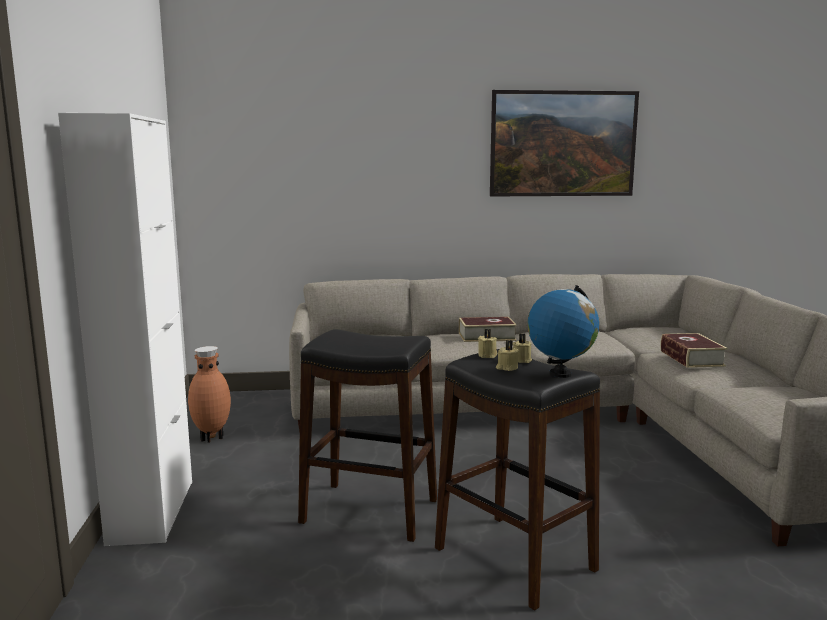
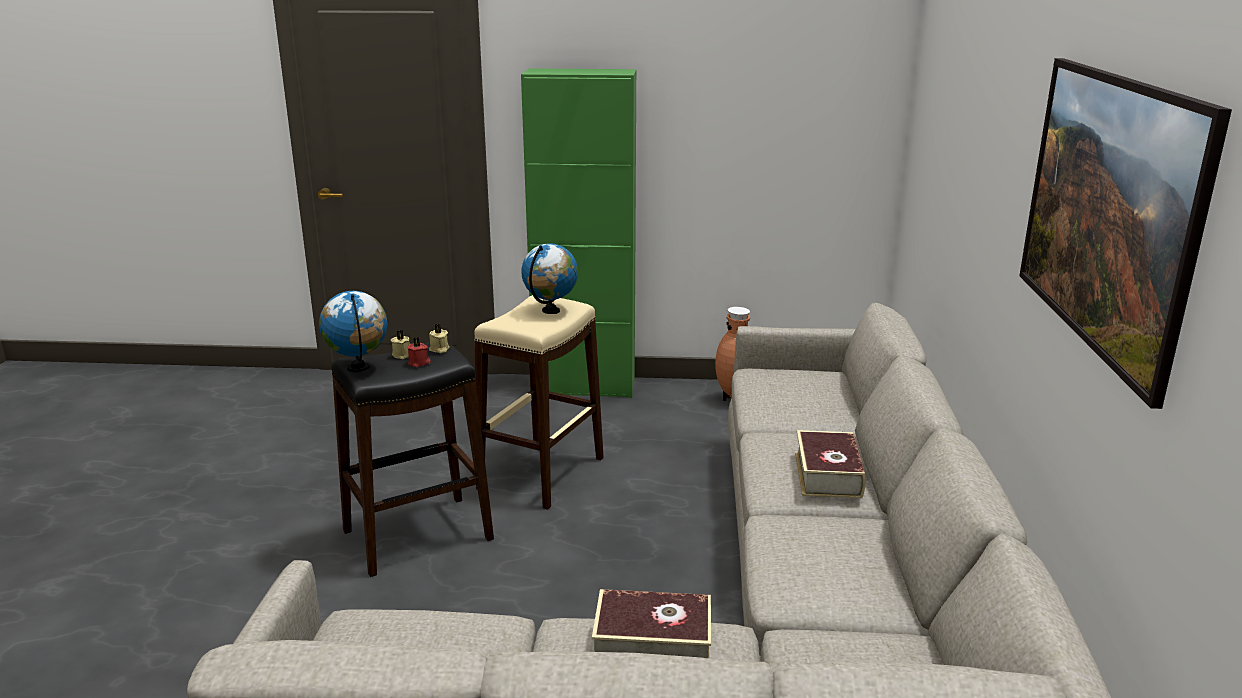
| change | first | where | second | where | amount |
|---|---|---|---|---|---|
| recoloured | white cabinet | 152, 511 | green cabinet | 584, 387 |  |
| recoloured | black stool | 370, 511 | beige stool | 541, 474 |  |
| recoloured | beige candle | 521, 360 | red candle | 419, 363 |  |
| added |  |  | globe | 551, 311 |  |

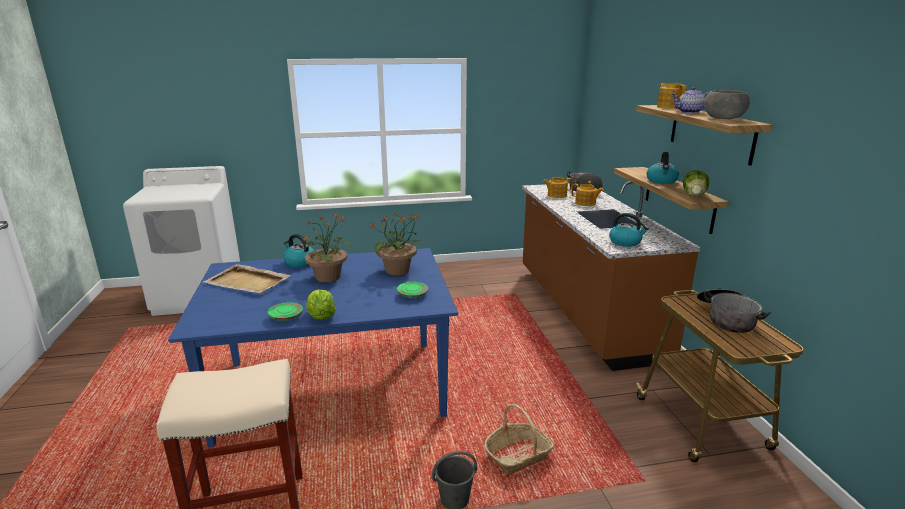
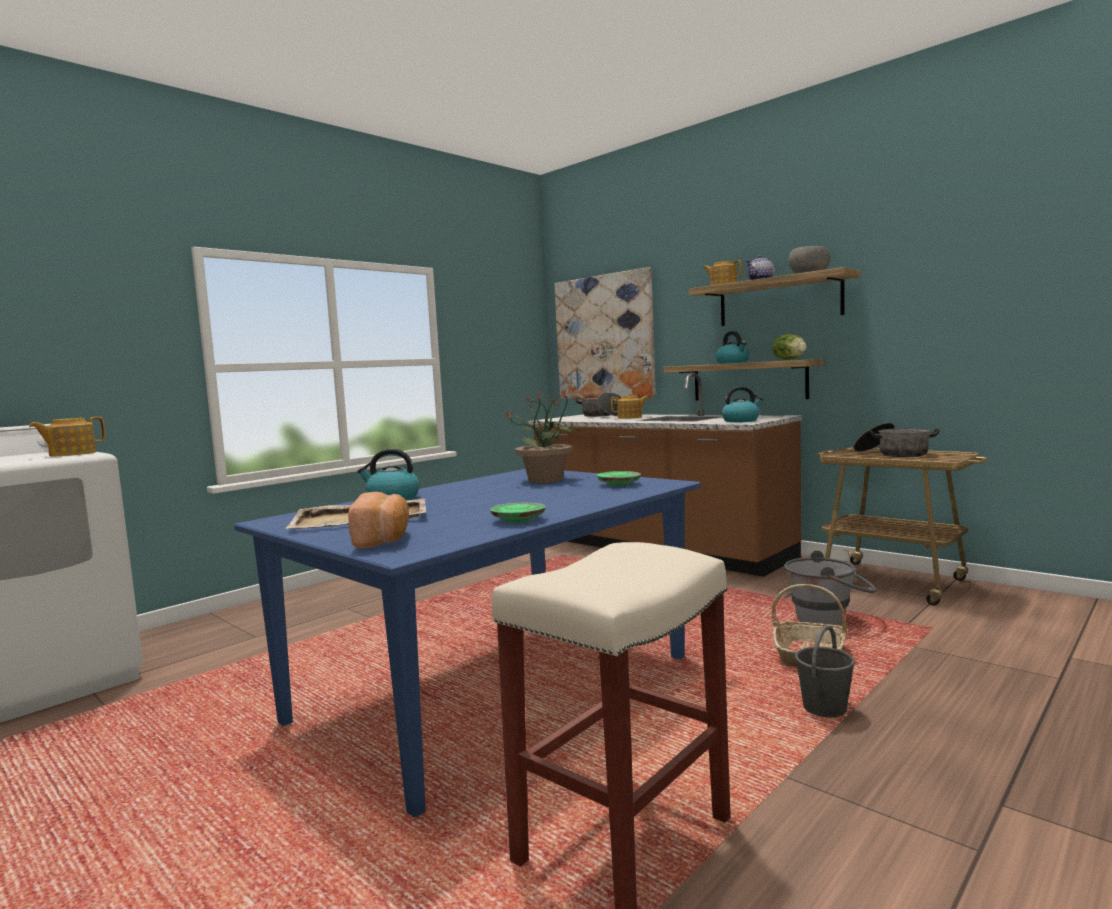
| change | first | where | second | where | amount |
|---|---|---|---|---|---|
| moved | teapot | 556, 195 |  | 71, 454 |  |
| removed | potted plant | 328, 277 |  |  |  |
| removed | lettuce | 321, 316 |  |  |  |
| added |  |  | picture | 604, 337 |  |
| added |  |  | bread | 383, 540 |  |
| added |  |  | grey bucket | 830, 620 |  |

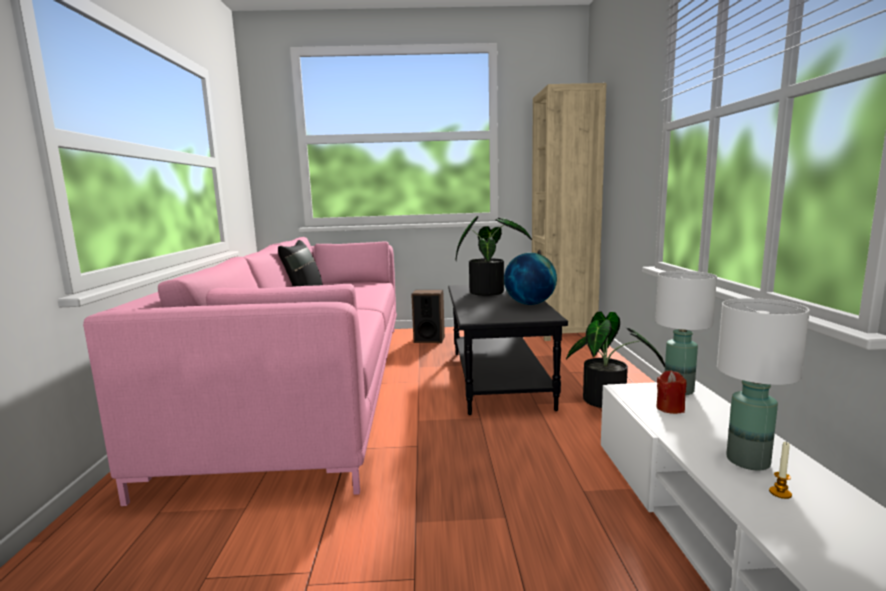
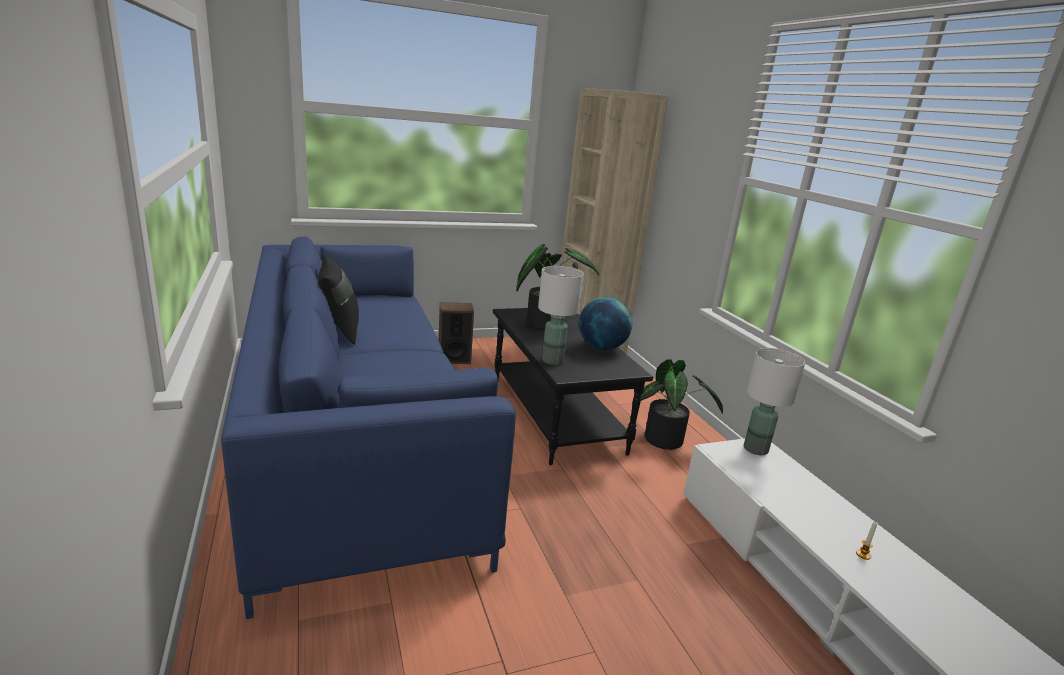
| change | first | where | second | where | amount |
|---|---|---|---|---|---|
| recoloured | pink sofa | 310, 385 | blue sofa | 355, 432 |  |
| moved | white table lamp | 749, 461 |  | 553, 361 |  |
| removed | red candle | 670, 408 |  |  |  |

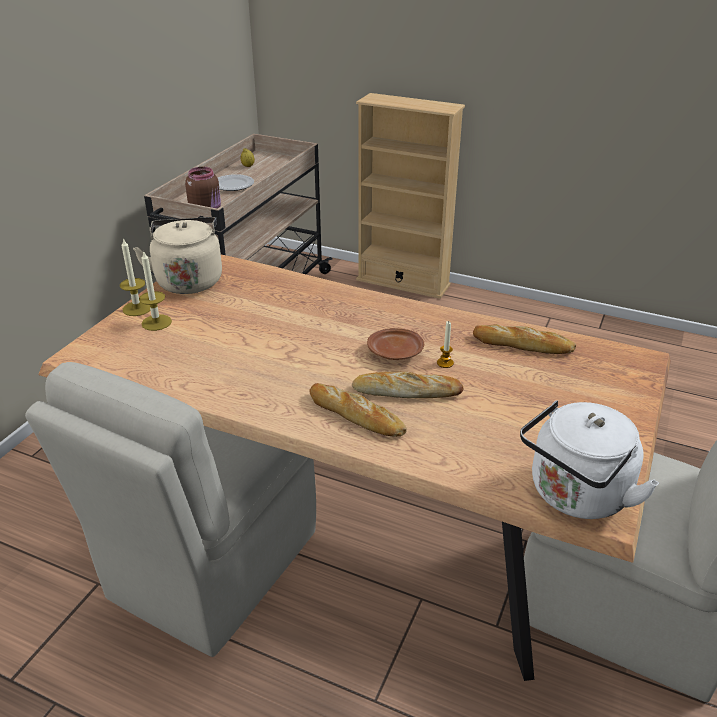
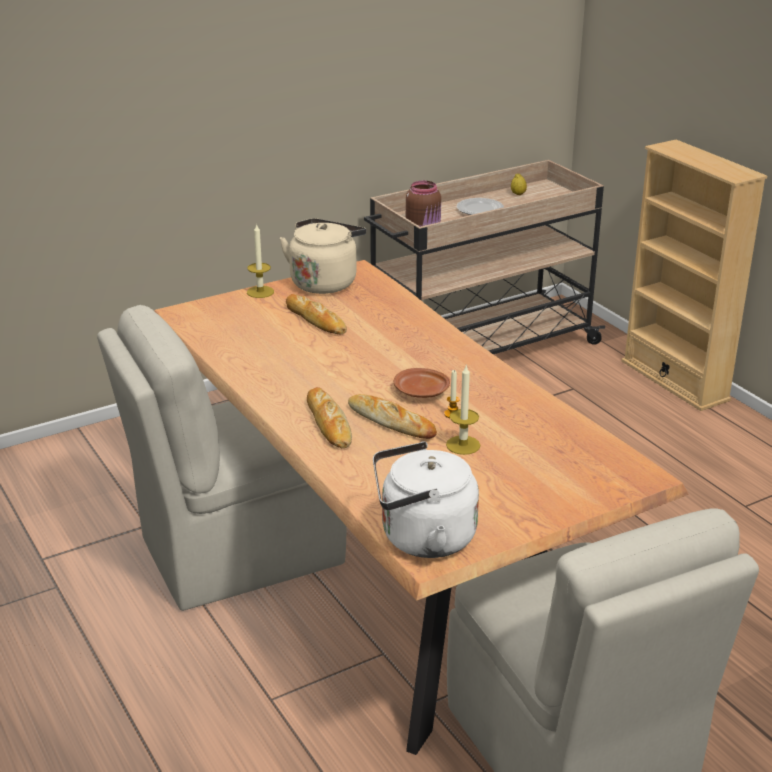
| change | first | where | second | where | amount |
|---|---|---|---|---|---|
| moved | candle | 156, 322 |  | 463, 445 |  |
| moved | bread | 523, 345 |  | 315, 319 |  |

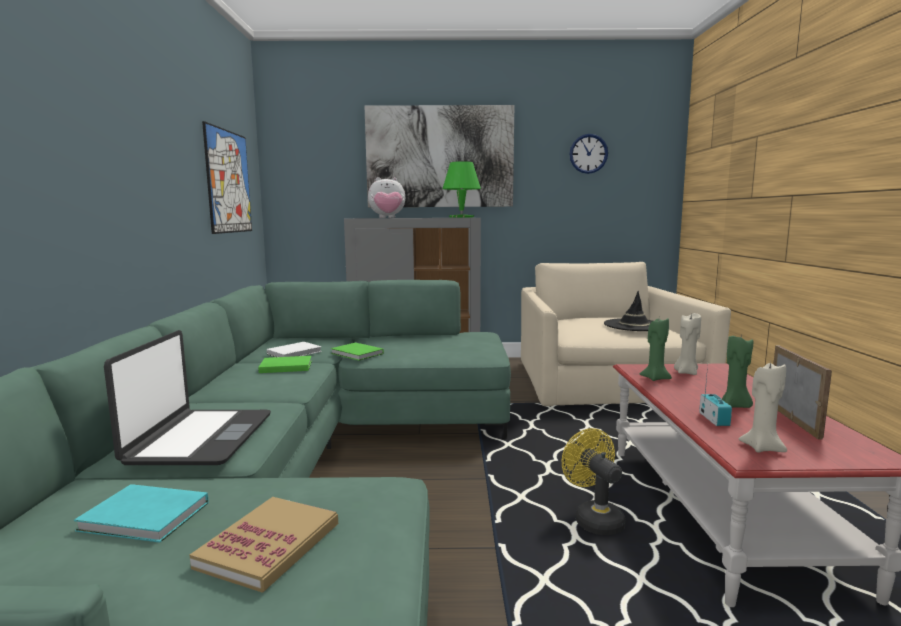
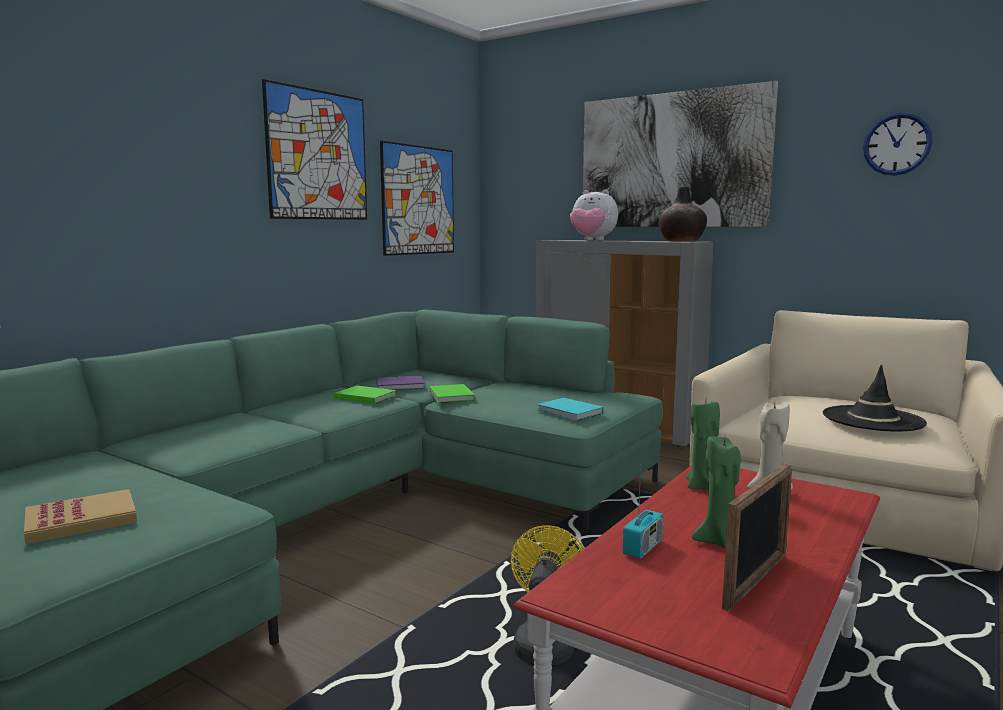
| change | first | where | second | where | amount |
|---|---|---|---|---|---|
| replaced | green table lamp | 462, 217 | vase | 681, 241 |  |
| removed | laptop | 200, 438 |  |  |  |
| recoloured | white book | 296, 352 | purple book | 401, 386 |  |
| removed | beige candle | 762, 448 |  |  |  |
| moved | turquoise book | 146, 517 |  | 570, 412 |  |
| added |  |  | picture | 318, 155 |  |

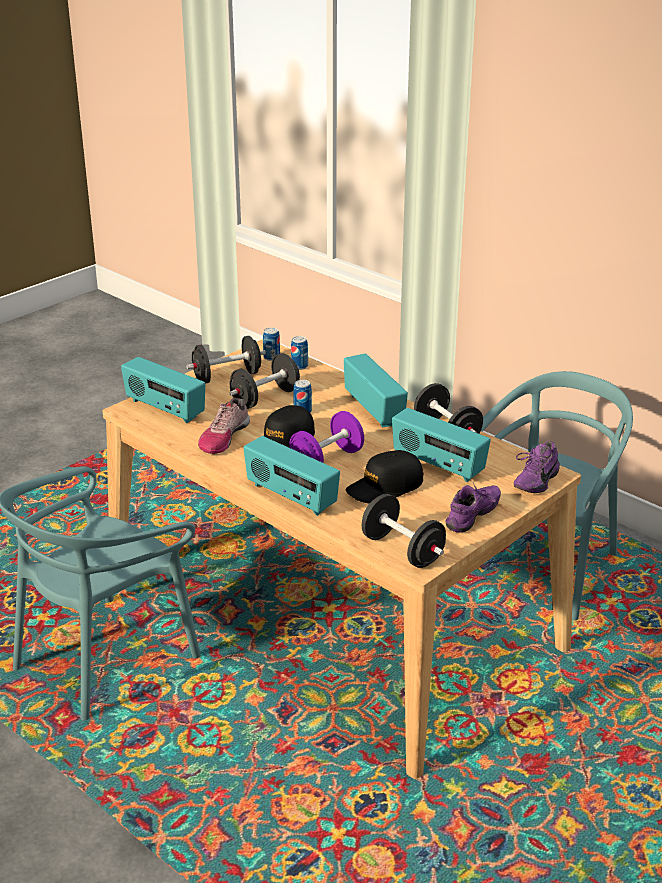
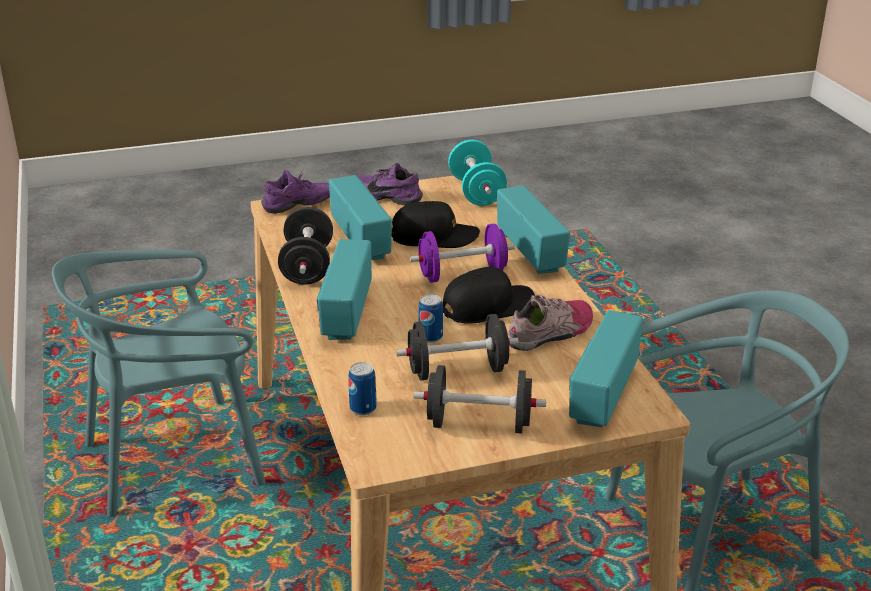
| change | first | where | second | where | amount |
|---|---|---|---|---|---|
| removed | can | 271, 357 |  |  |  |
| turned | radio | 164, 409 |  | 602, 395 | 135 degrees counterclockwise |
| turned | purple shoe | 474, 517 |  | 389, 196 | 45 degrees clockwise |
| recoloured | black dumbbell | 402, 550 | turquoise dumbbell | 476, 192 |  |

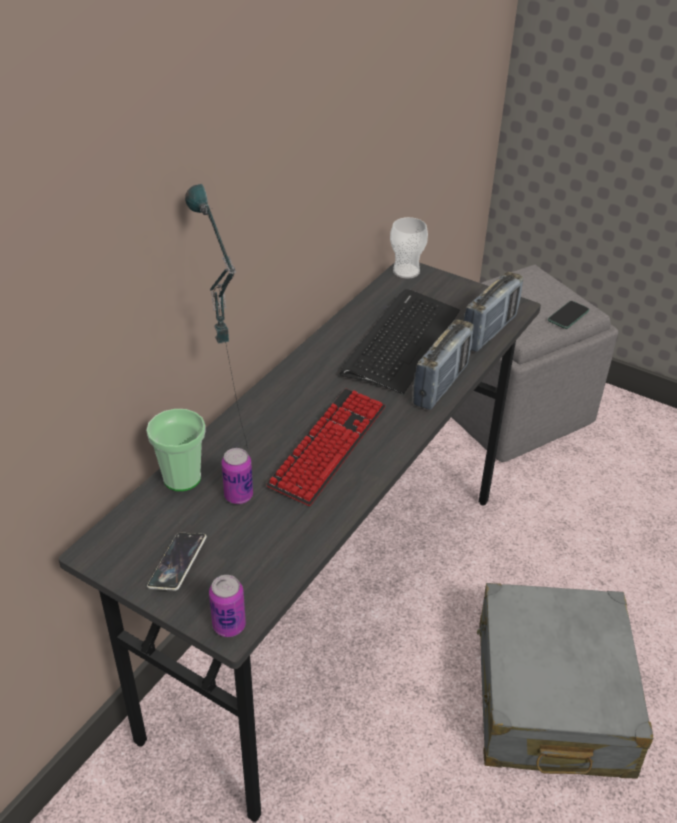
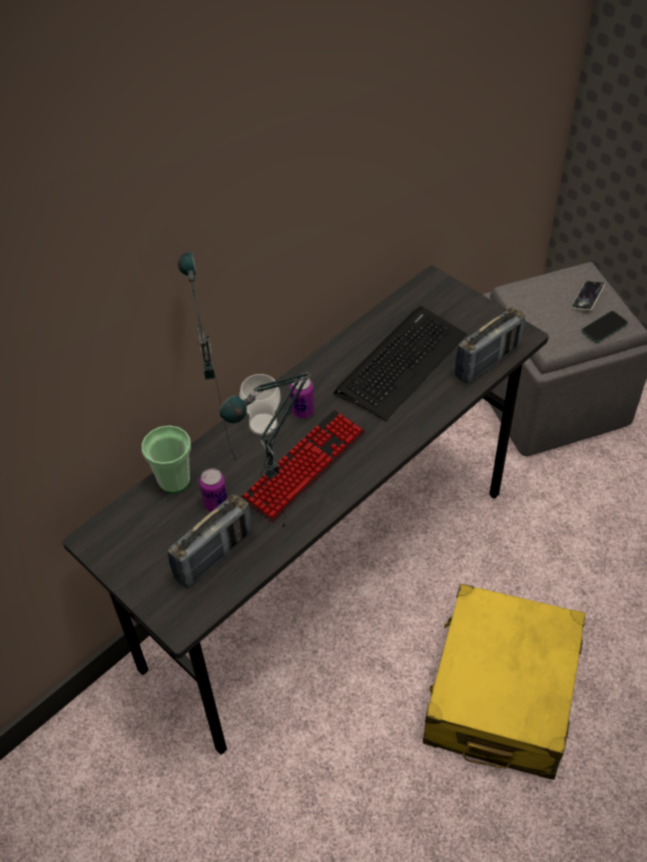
| change | first | where | second | where | amount |
|---|---|---|---|---|---|
| moved | cup | 406, 271 |  | 263, 424 |  |
| moved | radio | 441, 385 |  | 214, 556 |  |
| moved | phone | 177, 564 |  | 587, 298 |  |
| moved | can | 229, 625 |  | 303, 411 |  |
| recoloured | grey suitcase | 551, 698 | yellow suitcase | 501, 693 |  |
| added |  |  | table lamp | 282, 542 |  |

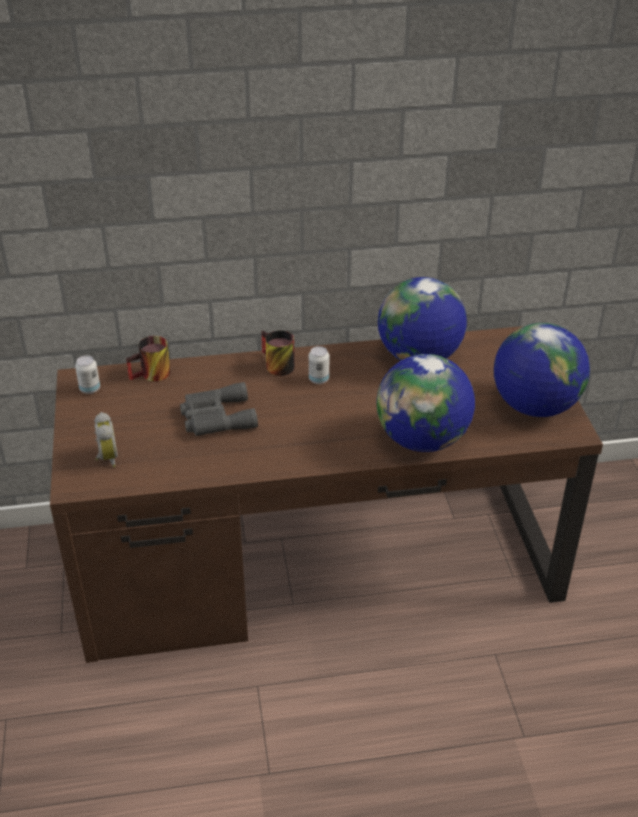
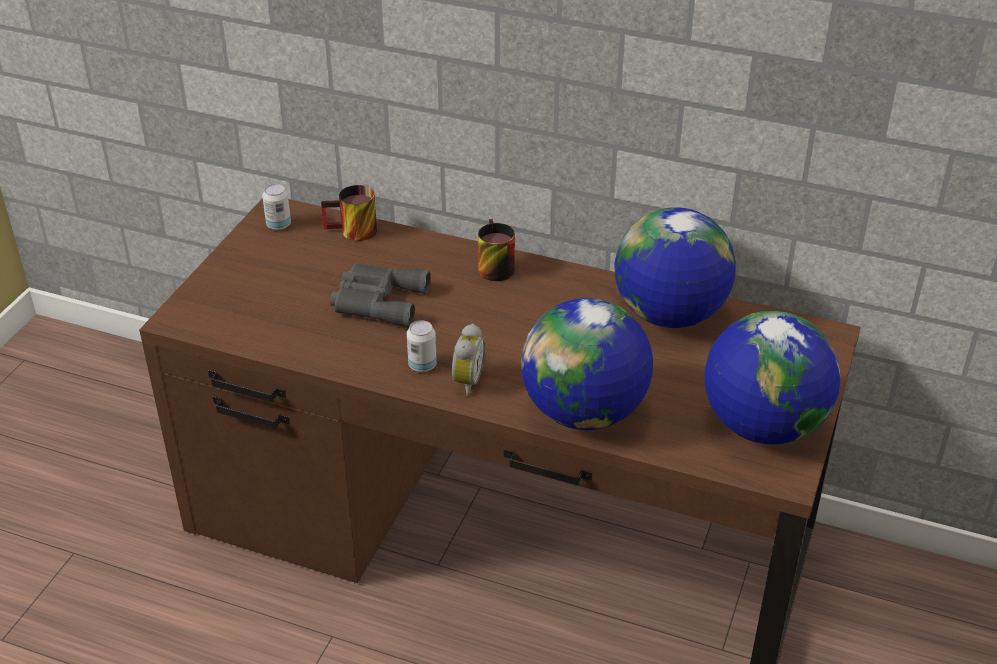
| change | first | where | second | where | amount |
|---|---|---|---|---|---|
| moved | can | 319, 379 |  | 422, 365 |  |
| moved | alarm clock | 106, 458 |  | 466, 381 |  |

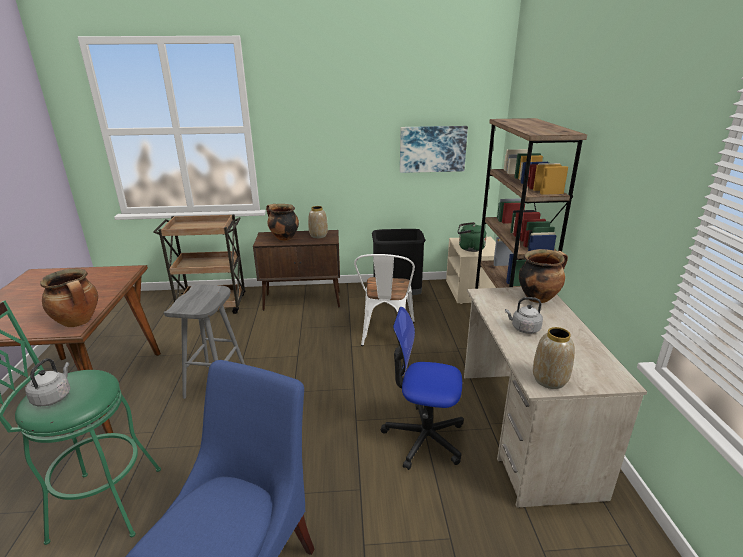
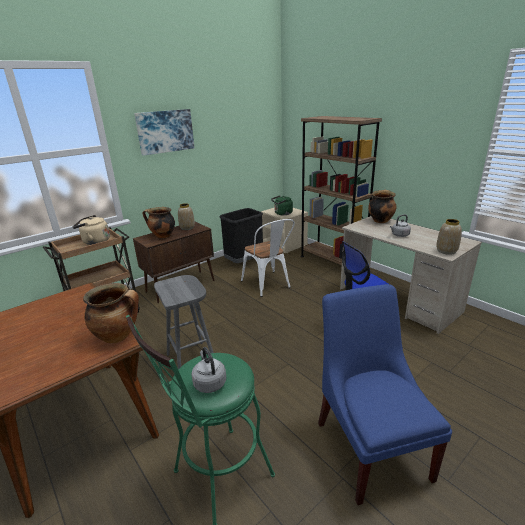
| change | first | where | second | where | amount |
|---|---|---|---|---|---|
| moved | picture | 432, 149 |  | 165, 131 |  |
| added |  |  | beige kettle | 94, 241 |  |

